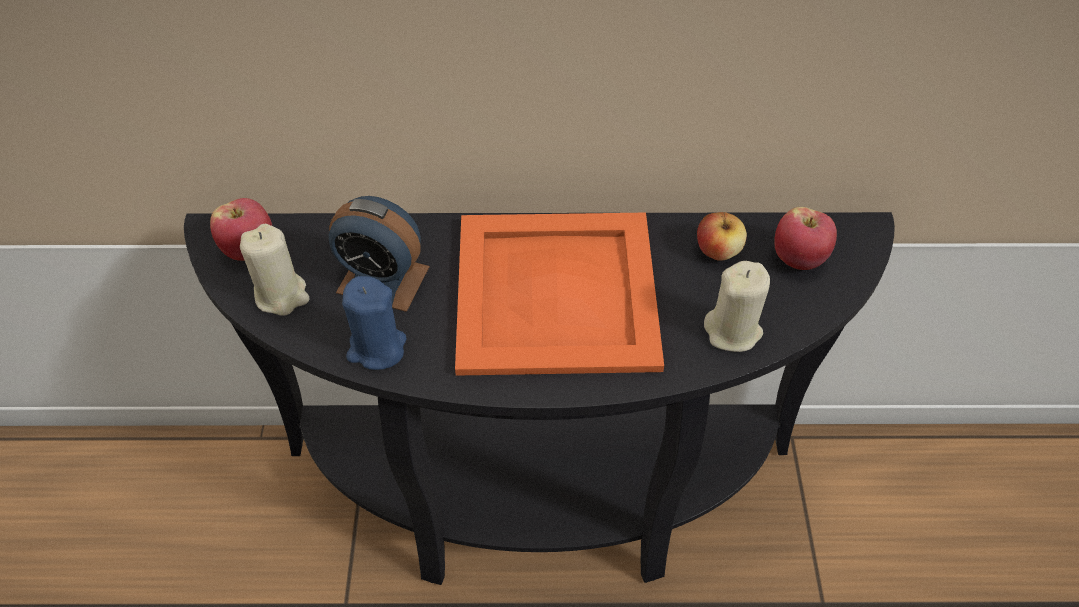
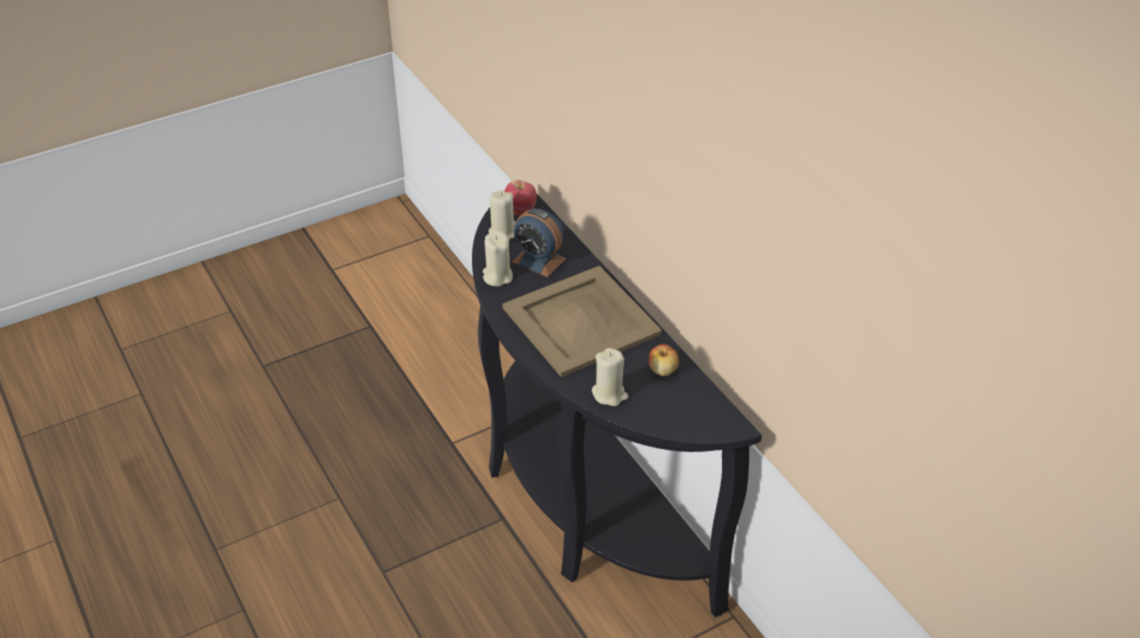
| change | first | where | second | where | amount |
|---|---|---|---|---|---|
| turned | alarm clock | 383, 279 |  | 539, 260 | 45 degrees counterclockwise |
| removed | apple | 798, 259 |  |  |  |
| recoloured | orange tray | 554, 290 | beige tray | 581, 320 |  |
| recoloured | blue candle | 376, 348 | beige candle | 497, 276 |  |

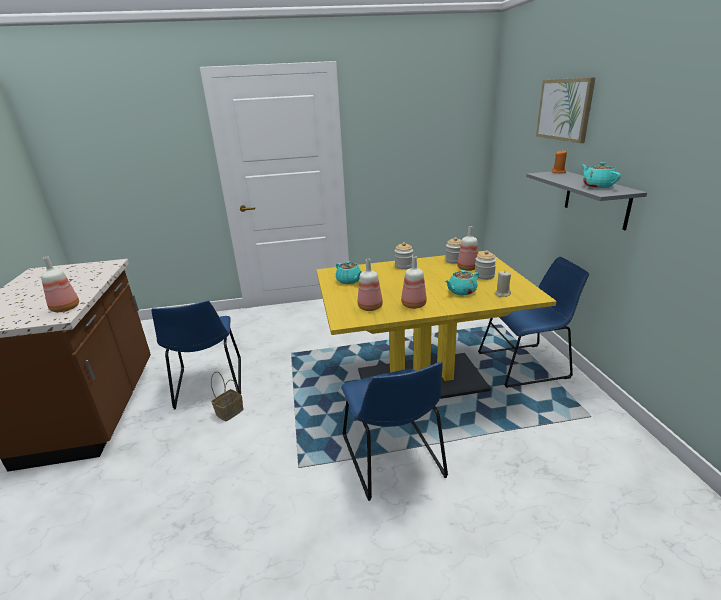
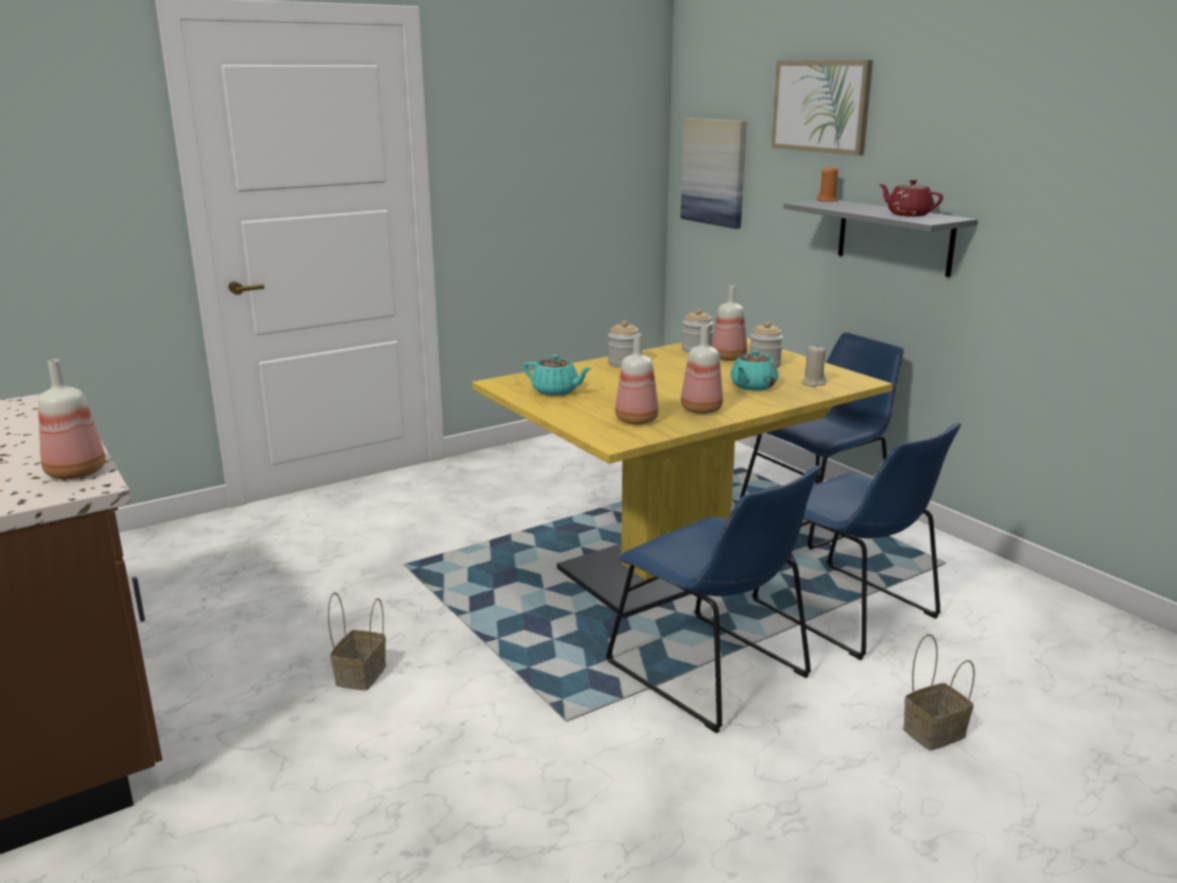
| change | first | where | second | where | amount |
|---|---|---|---|---|---|
| recoloured | turquoise teapot | 597, 186 | red teapot | 908, 214 |  |
| moved | blue chair | 209, 385 |  | 850, 613 |  |
| added |  |  | picture | 714, 172 |  |
| added |  |  | basket | 934, 731 |  |

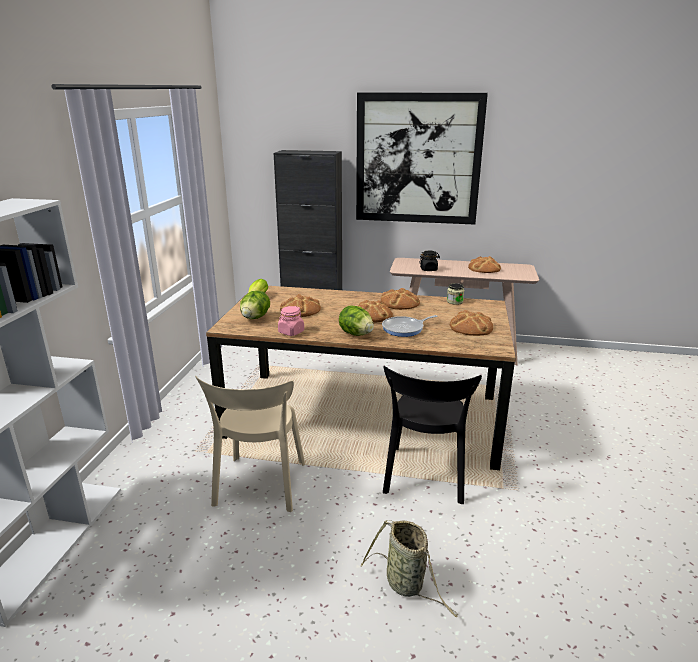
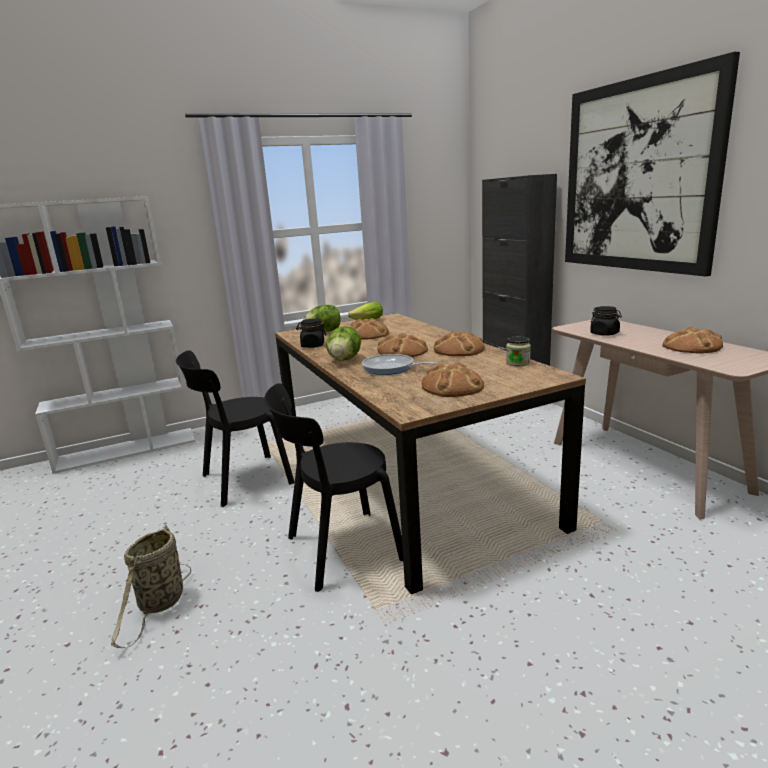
| change | first | where | second | where | amount |
|---|---|---|---|---|---|
| recoloured | pink jar | 291, 332 | black jar | 312, 346 |  |
| recoloured | beige chair | 259, 487 | black chair | 242, 481 |  |

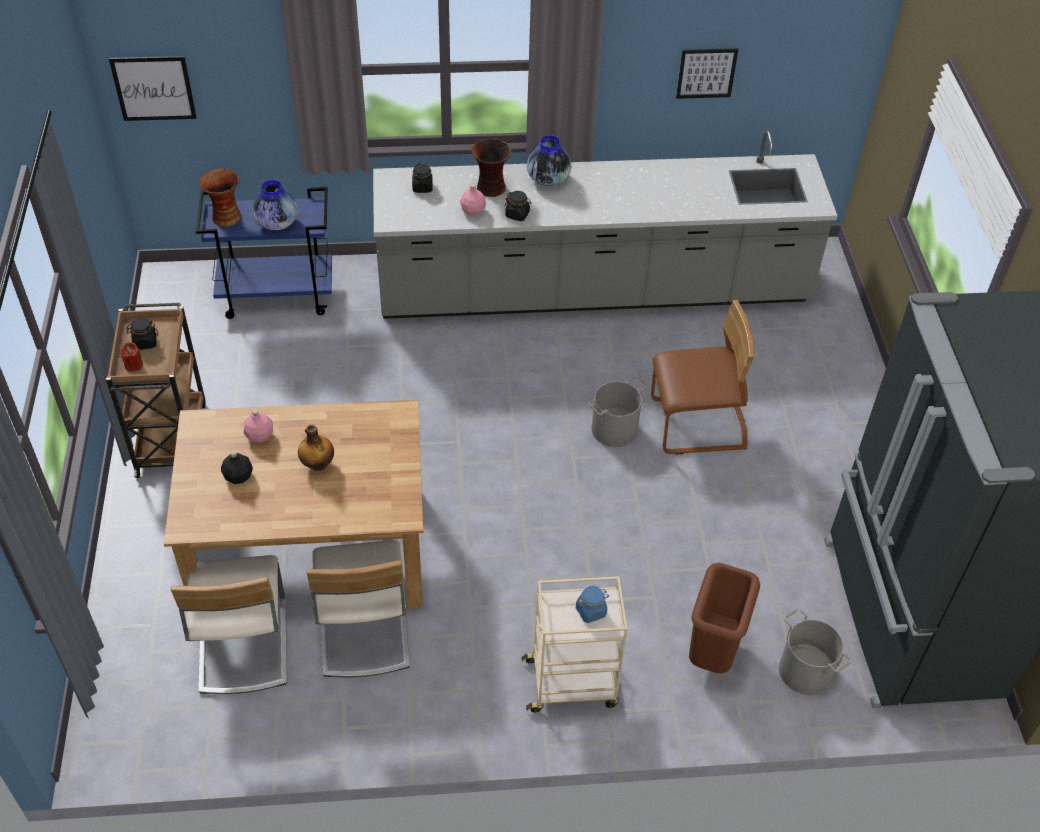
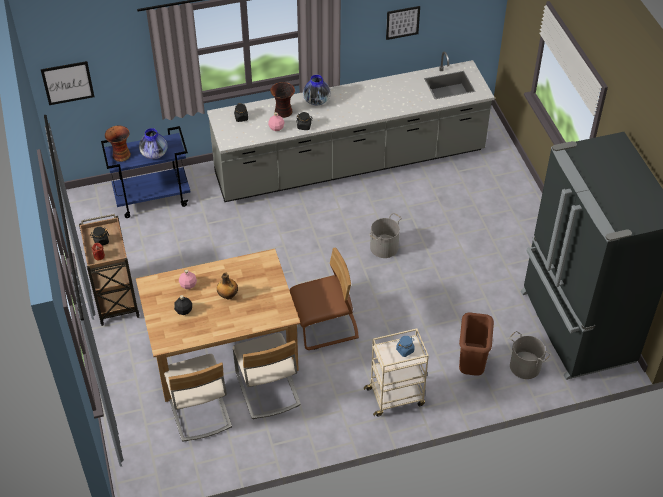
| change | first | where | second | where | amount |
|---|---|---|---|---|---|
| moved | brown chair | 698, 425 |  | 325, 327 |  |

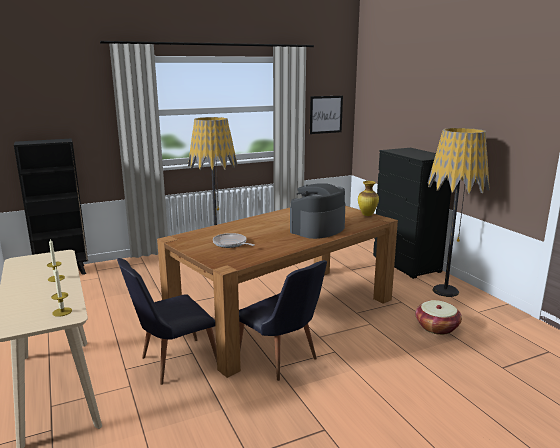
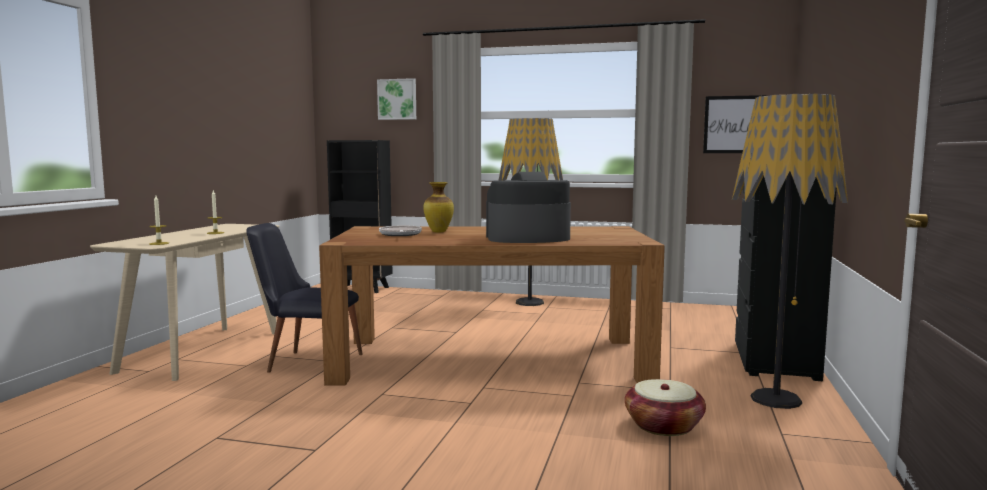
| change | first | where | second | where | amount |
|---|---|---|---|---|---|
| moved | vase | 366, 215 |  | 438, 232 |  |
| removed | black chair | 281, 360 |  |  |  |
| added |  |  | picture | 397, 99 |  |

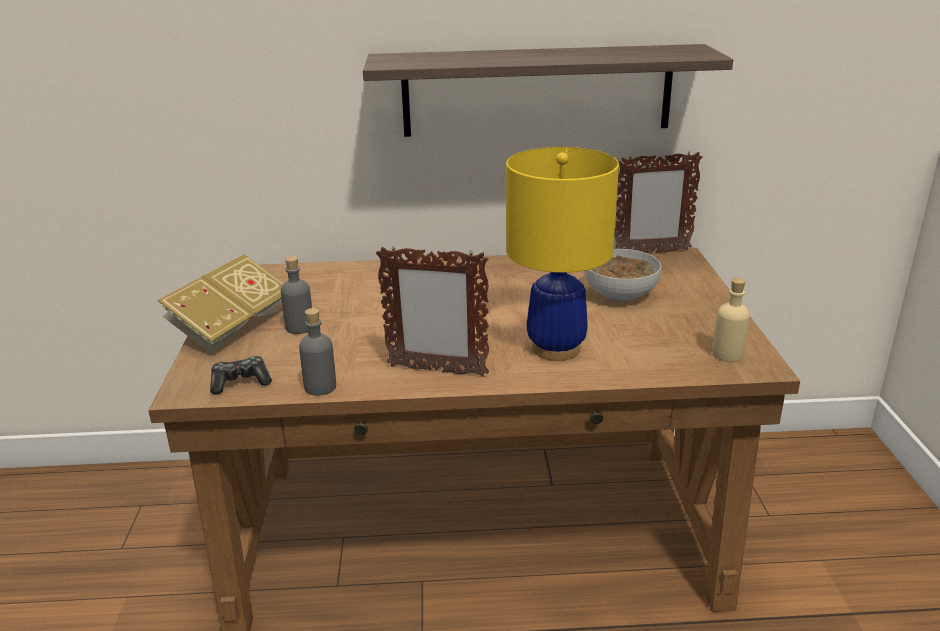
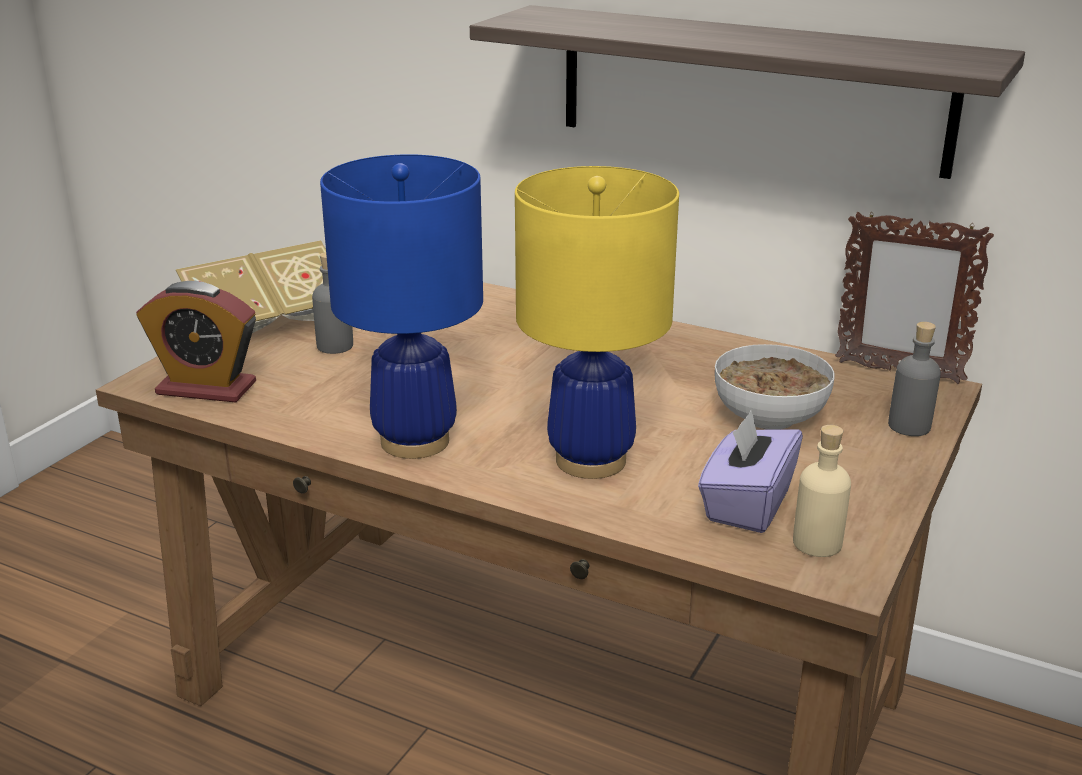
| change | first | where | second | where | amount |
|---|---|---|---|---|---|
| replaced | picture frame | 436, 371 | blue table lamp | 415, 441 |  |
| moved | grey bottle | 320, 387 |  | 909, 426 |  |
| replaced | game controller | 240, 382 | alarm clock | 206, 388 |  |
| added |  |  | purple tissue box | 746, 504 |  |

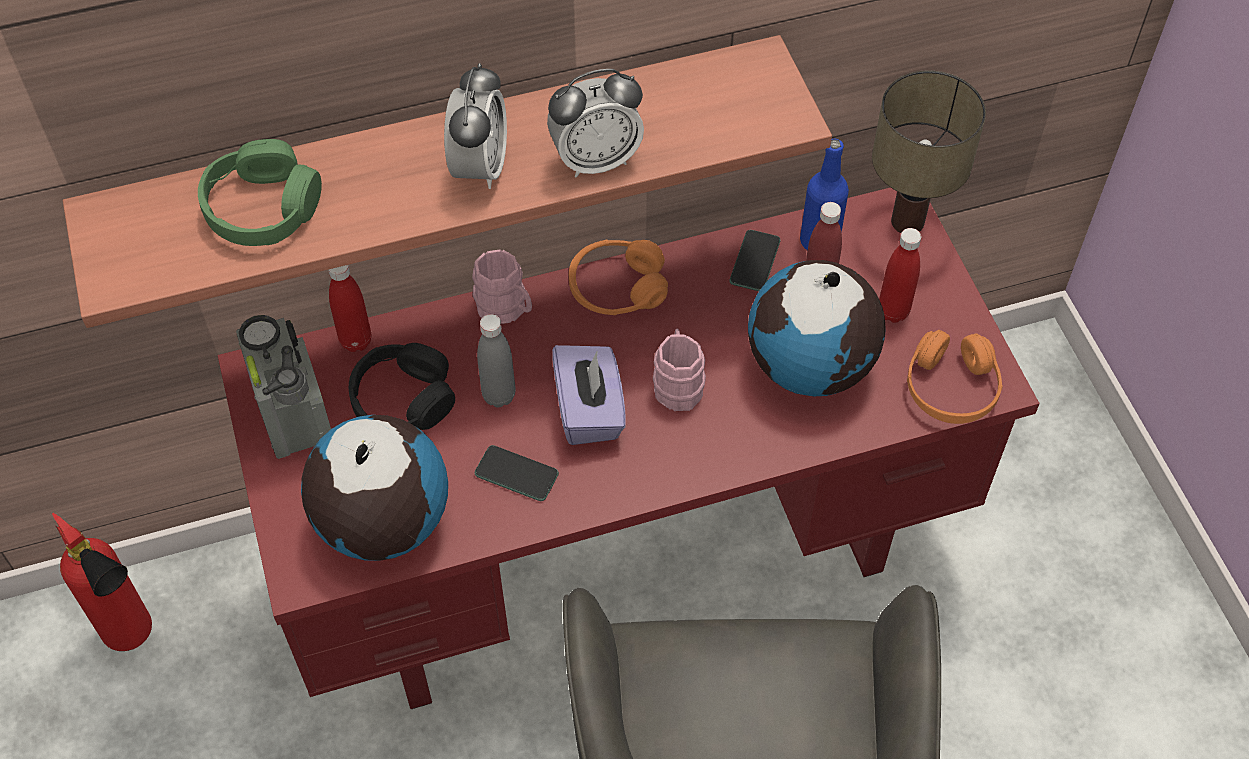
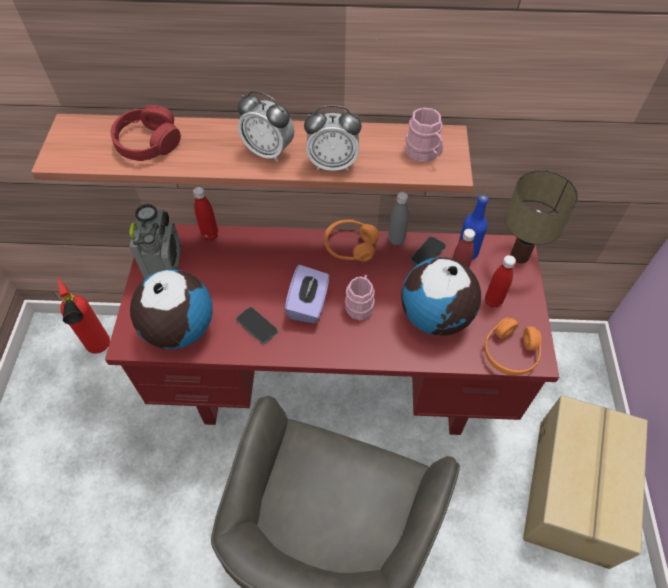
| change | first | where | second | where | amount |
|---|---|---|---|---|---|
| turned | alarm clock | 479, 167 |  | 268, 151 | 90 degrees clockwise |
| recoloured | green headphones | 263, 208 | red headphones | 148, 143 |  |
| moved | pink mug | 506, 309 |  | 424, 154 |  |
| moved | grey bottle | 499, 395 |  | 396, 240 |  |
| removed | black headphones | 403, 400 |  |  |  |
| added |  |  | cardboard box | 574, 490 |  |

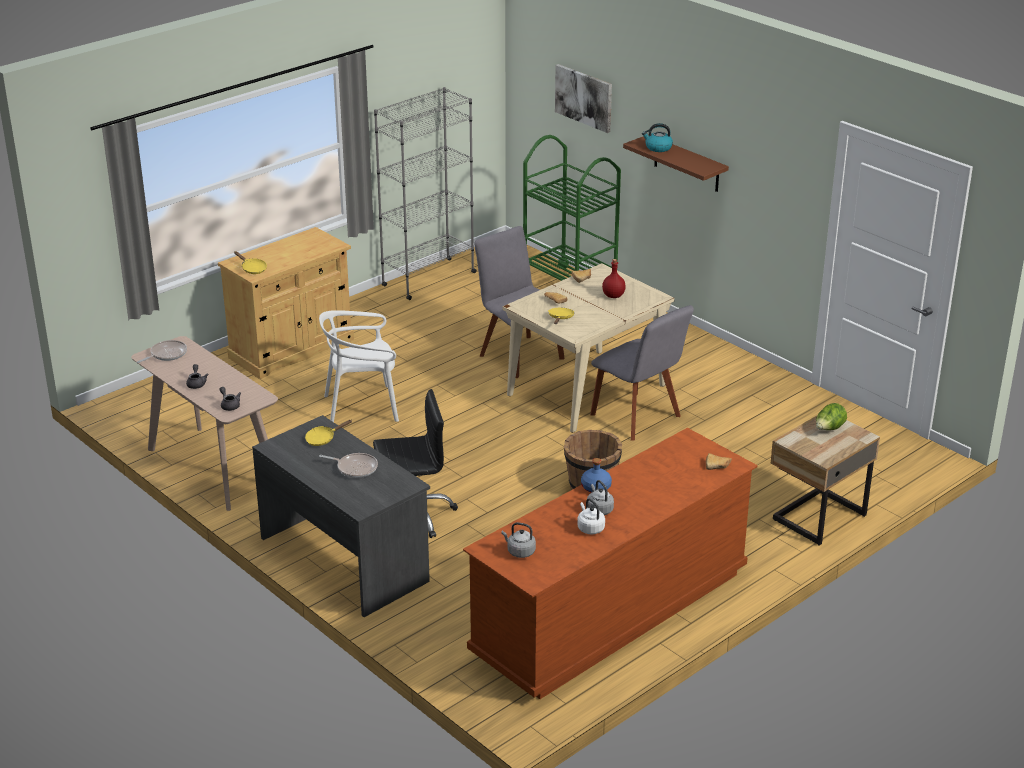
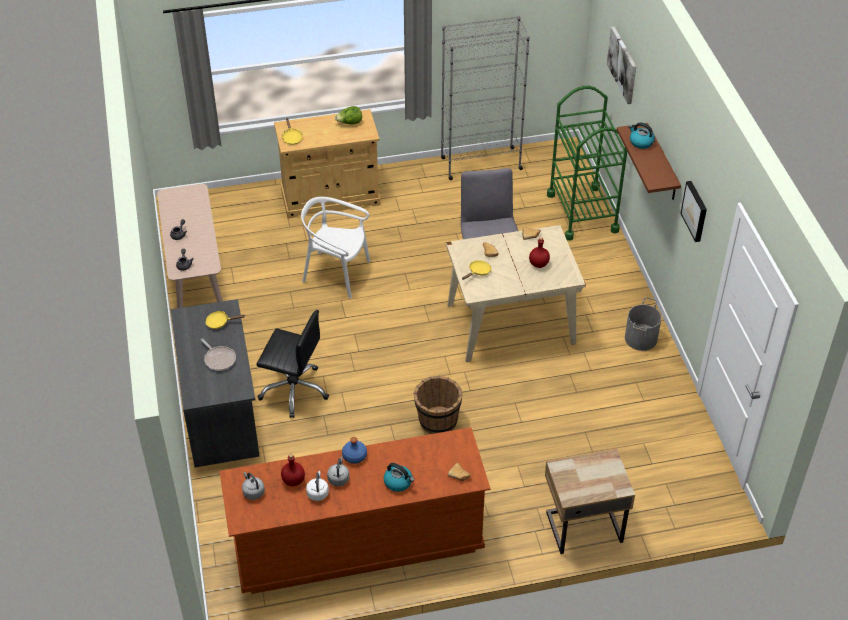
| change | first | where | second | where | amount |
|---|---|---|---|---|---|
| removed | grey chair | 638, 417 |  |  |  |
| removed | frying pan | 166, 354 |  |  |  |
| moved | lettuce | 829, 429 |  | 350, 123 |  |
| added |  |  | picture | 695, 211 |  |
| added |  |  | grey bucket | 641, 338 |  |
| added |  |  | red bottle | 294, 480 |  |
| added |  |  | kettle | 398, 482 |  |

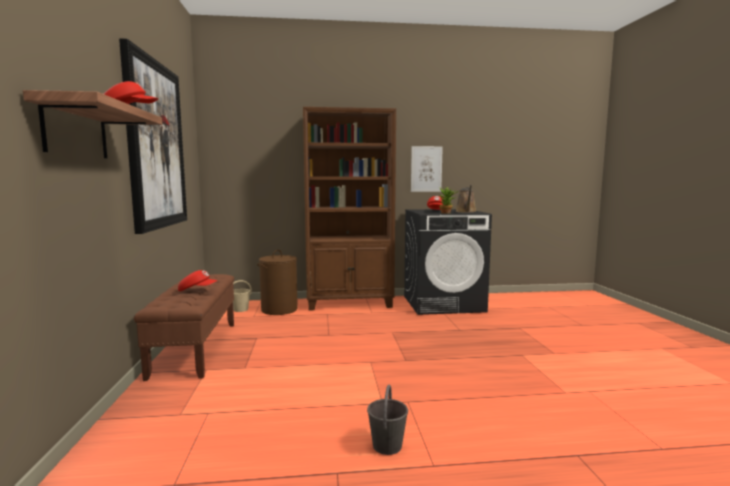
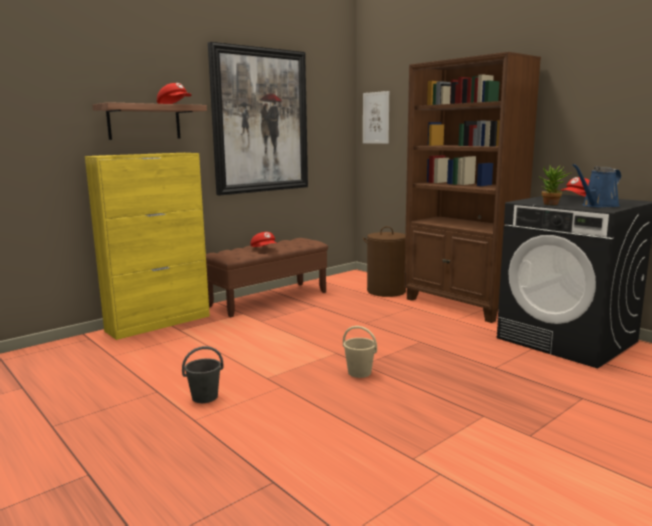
| change | first | where | second | where | amount |
|---|---|---|---|---|---|
| moved | picture | 426, 169 |  | 376, 118 |  |
| recoloured | brown watering can | 466, 212 | blue watering can | 598, 206 |  |
| moved | beige bucket | 241, 309 |  | 360, 373 |  |
| added |  |  | yellow cabinet | 159, 323 |  |

